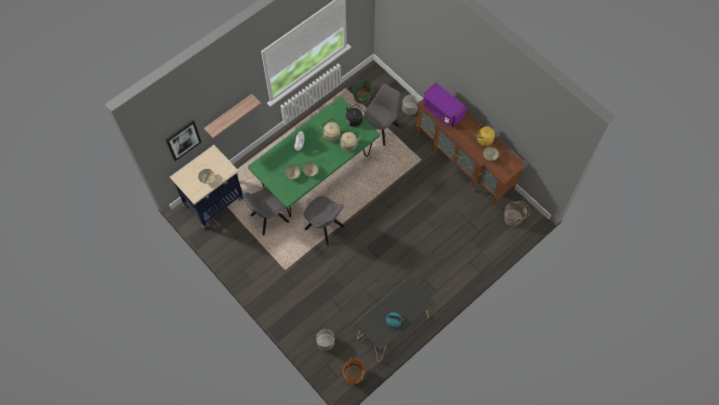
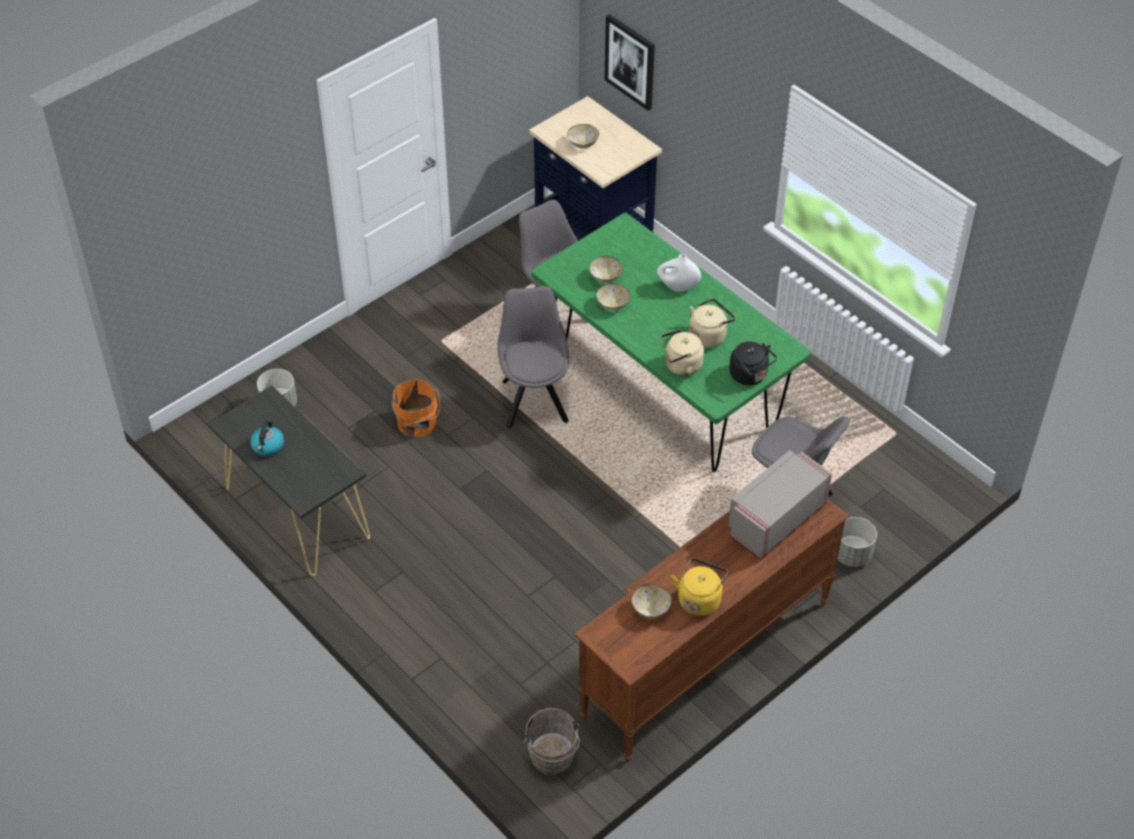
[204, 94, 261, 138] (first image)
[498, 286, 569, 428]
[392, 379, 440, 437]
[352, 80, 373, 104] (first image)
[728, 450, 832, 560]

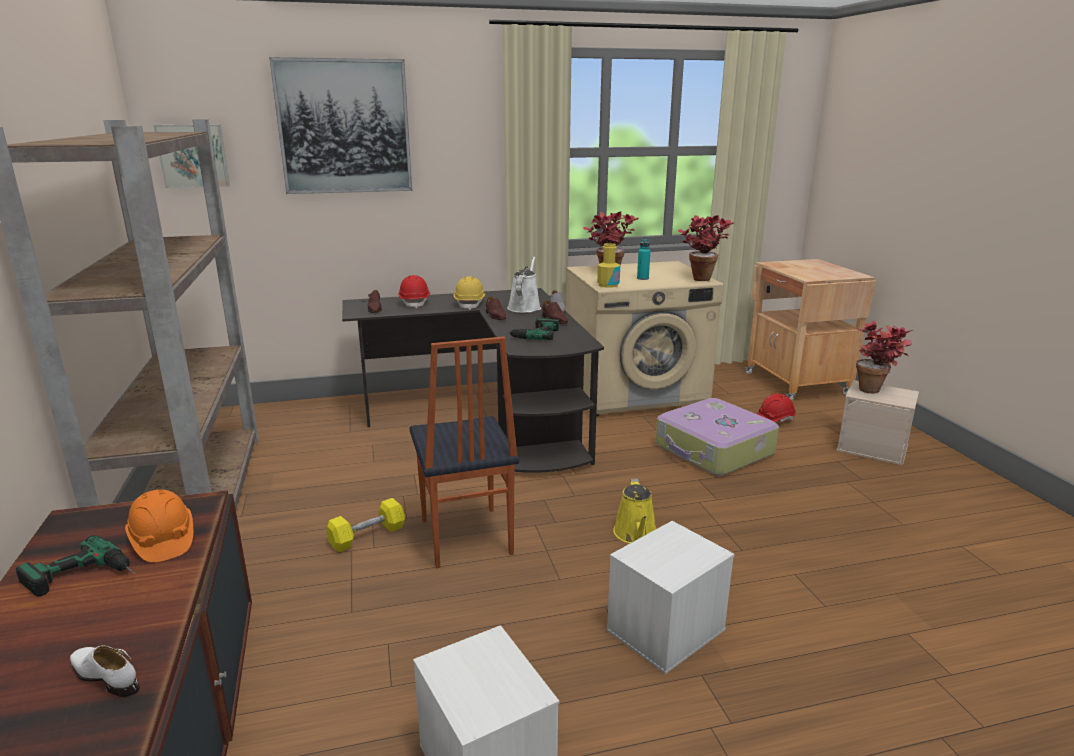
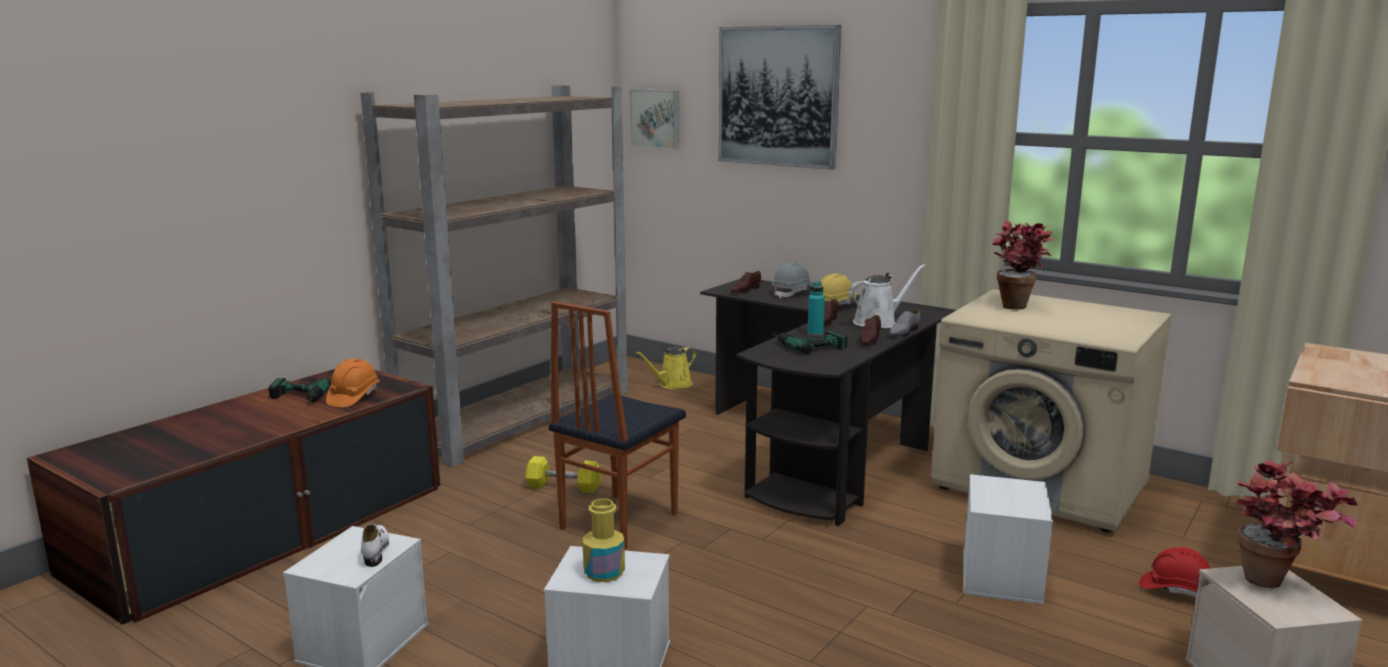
[361, 524, 389, 567]
[772, 262, 811, 298]
[582, 498, 625, 582]
[636, 347, 697, 389]
[808, 281, 825, 336]
[963, 474, 1053, 605]
[678, 215, 734, 281] (first image)

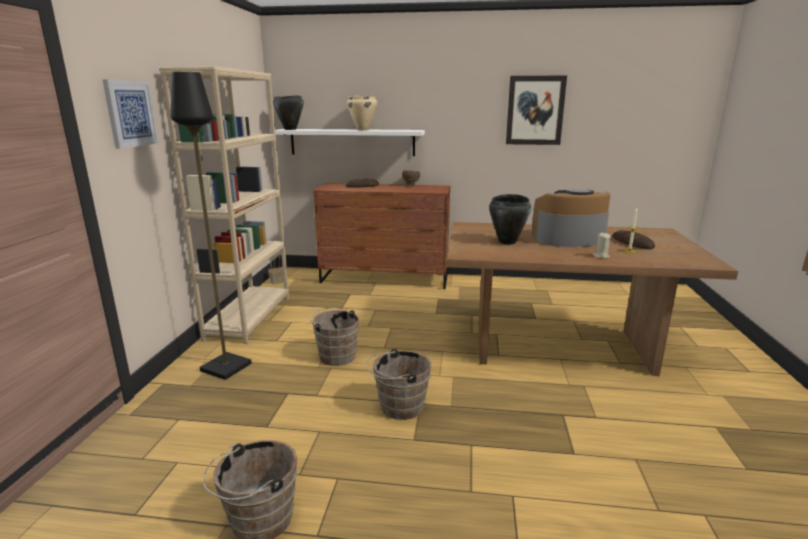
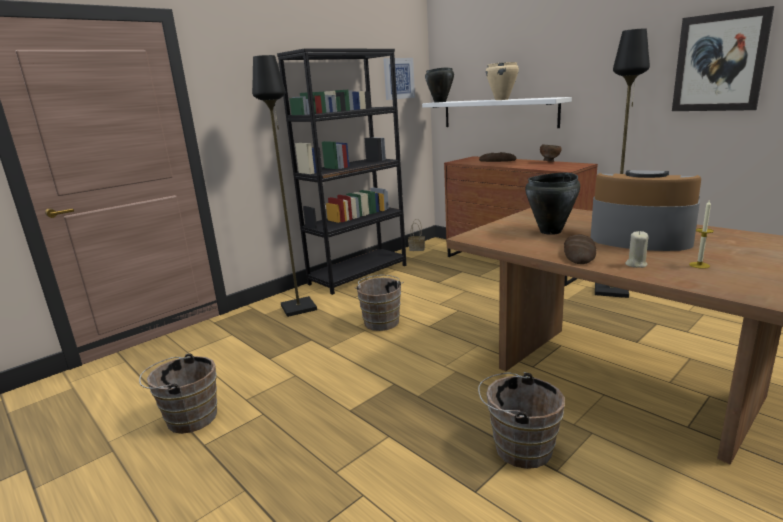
[383, 58, 415, 100]
[277, 48, 407, 295]
[478, 372, 565, 469]
[564, 234, 596, 264]
[595, 28, 650, 298]

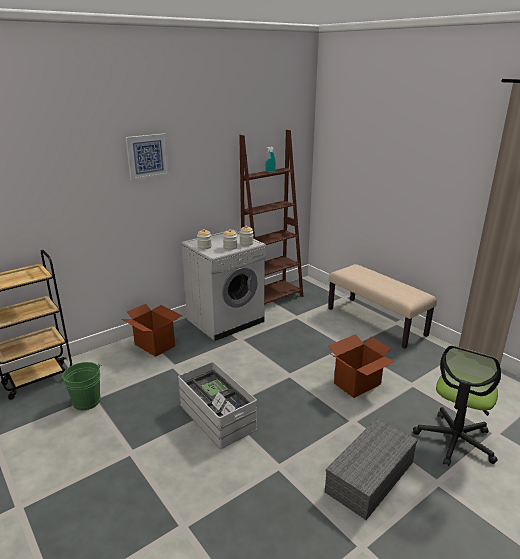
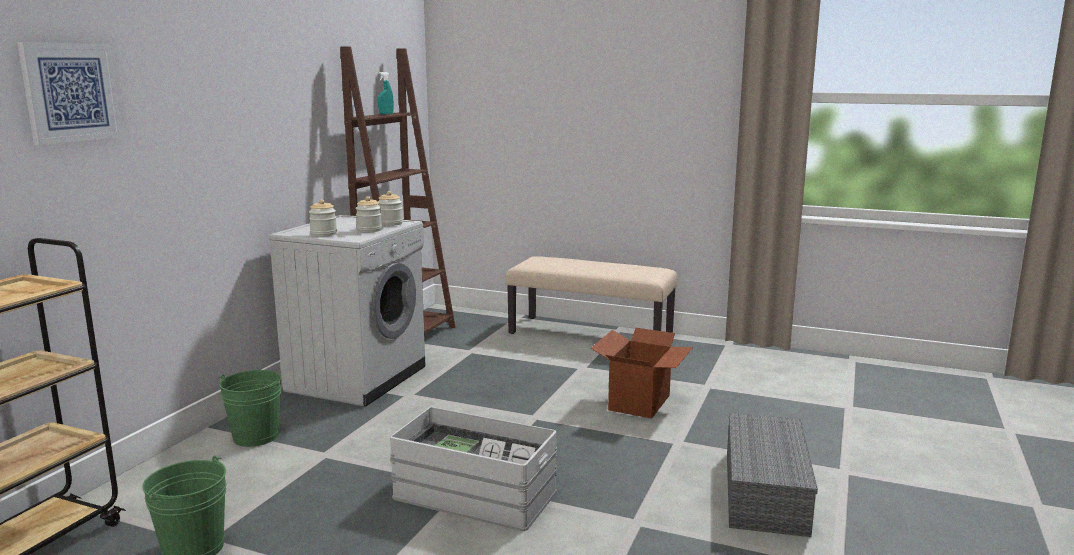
[218, 370, 282, 447]
[17, 42, 122, 145]
[413, 346, 501, 466] (first image)

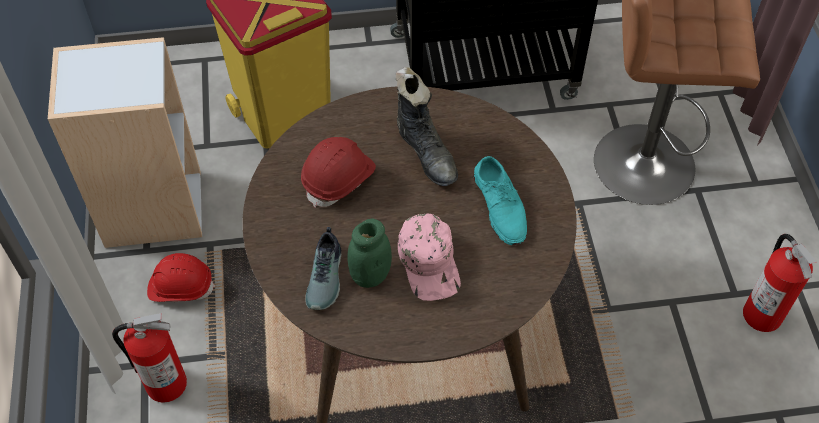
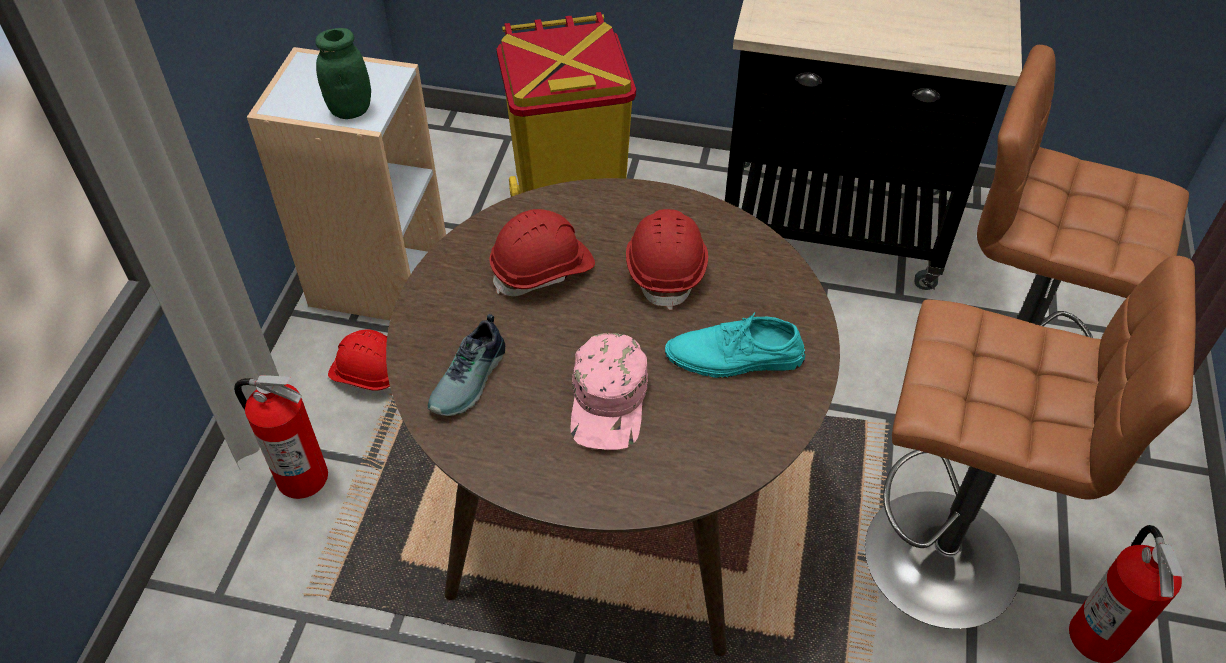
[315, 28, 371, 119]
[626, 209, 708, 310]
[665, 312, 805, 378]
[865, 256, 1196, 629]

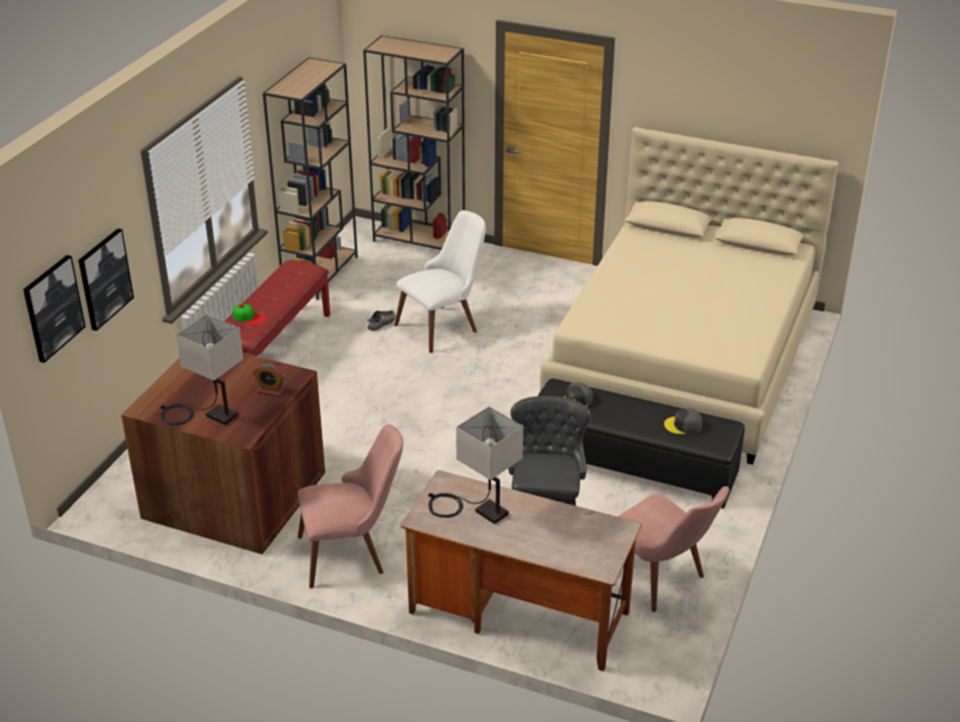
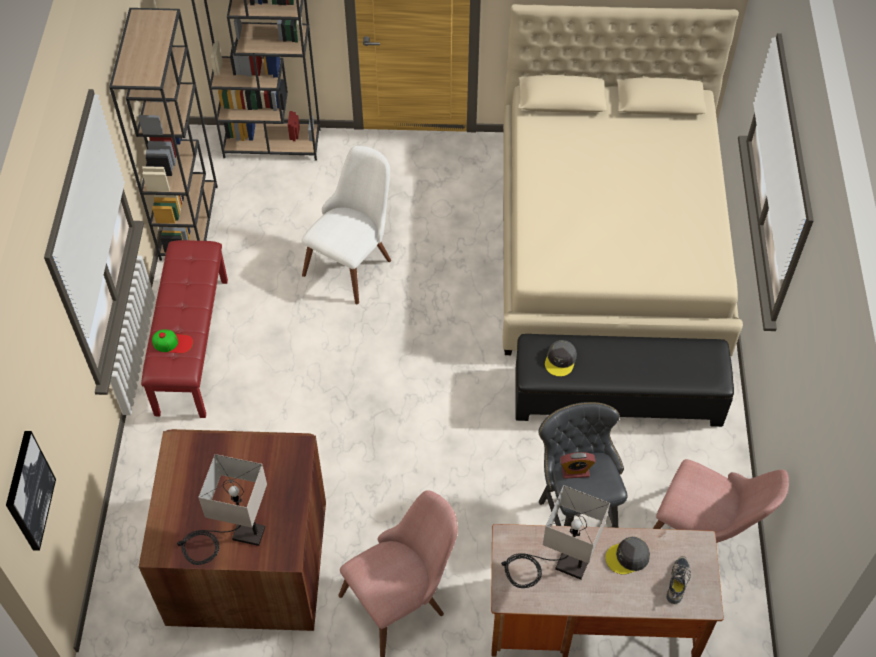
[78, 229, 134, 331] (first image)
[560, 452, 596, 479]
[667, 556, 691, 604]
[605, 537, 650, 575]

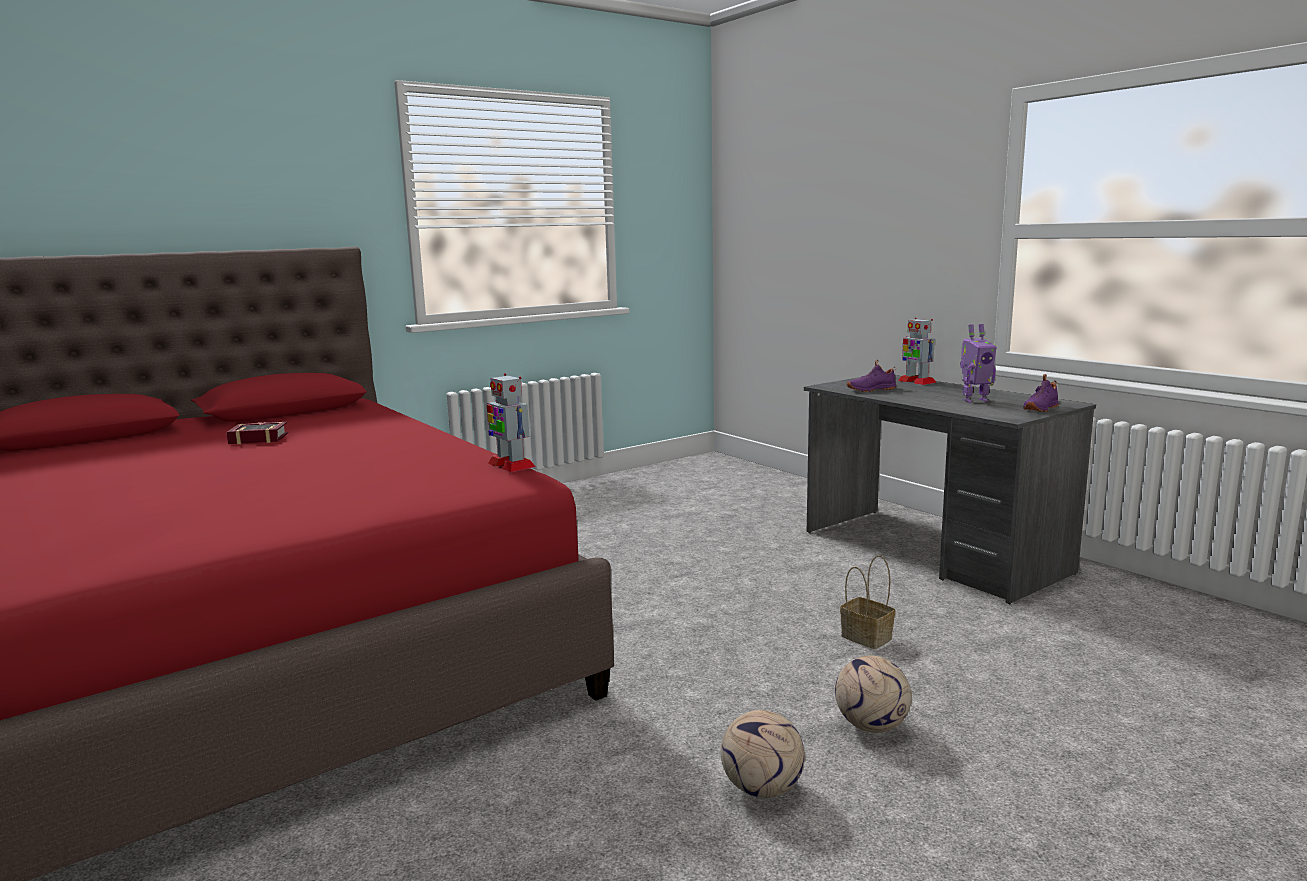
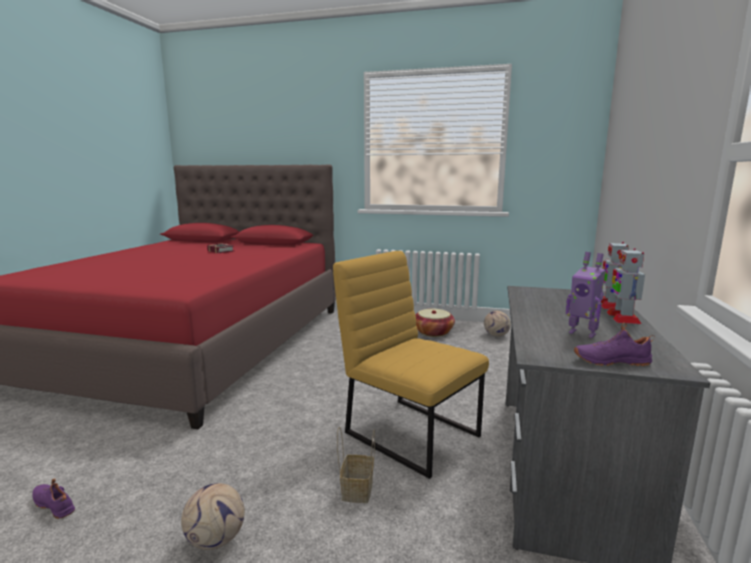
[607, 248, 645, 324]
[484, 311, 511, 337]
[32, 478, 75, 519]
[333, 251, 489, 479]
[416, 309, 455, 337]

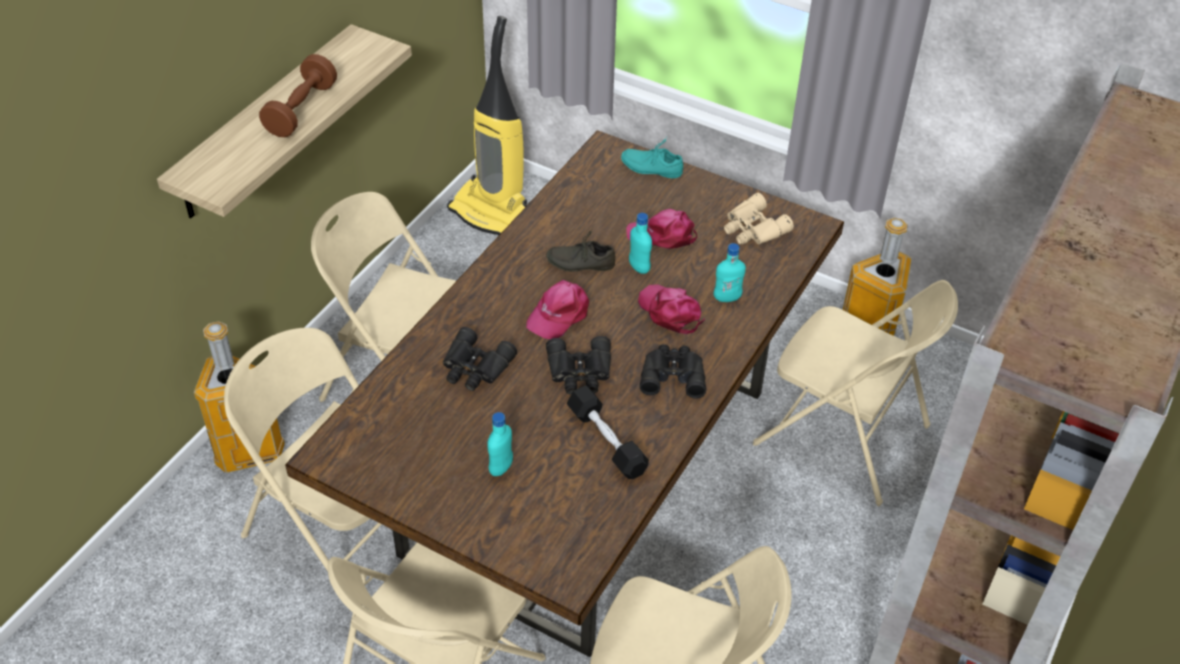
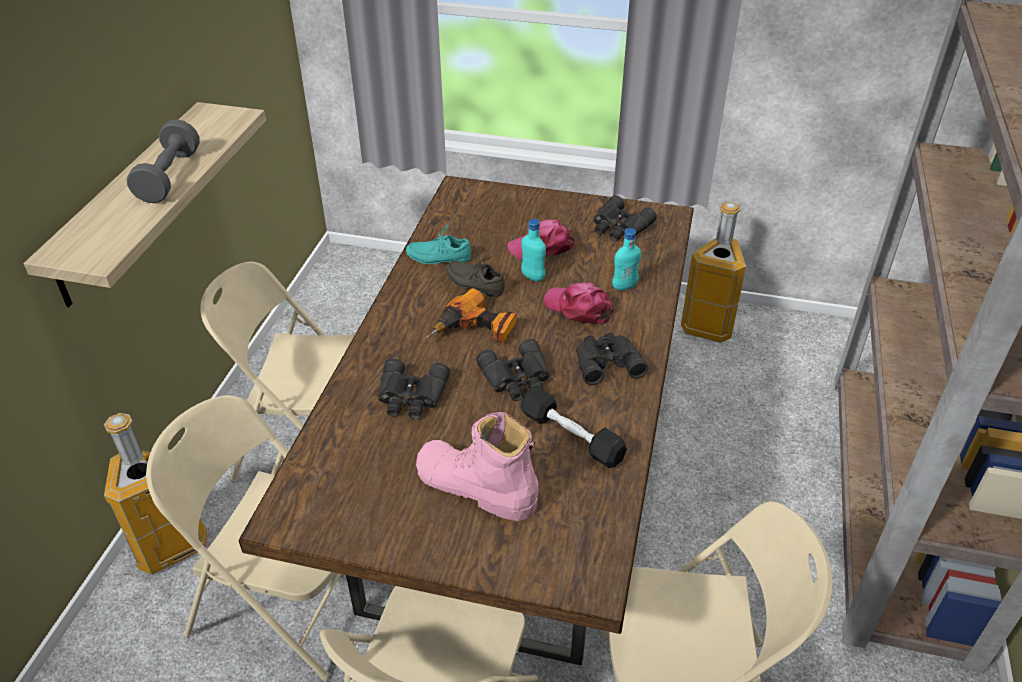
[127, 119, 200, 203]
[447, 16, 527, 235] (first image)
[416, 412, 539, 521]
[425, 288, 517, 343]
[446, 253, 505, 297]
[406, 222, 471, 264]
[593, 195, 657, 241]
[753, 280, 958, 506] (first image)

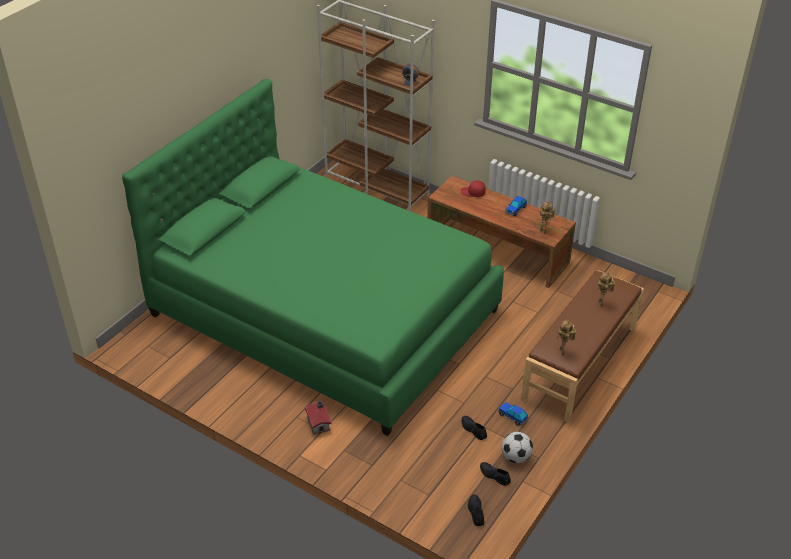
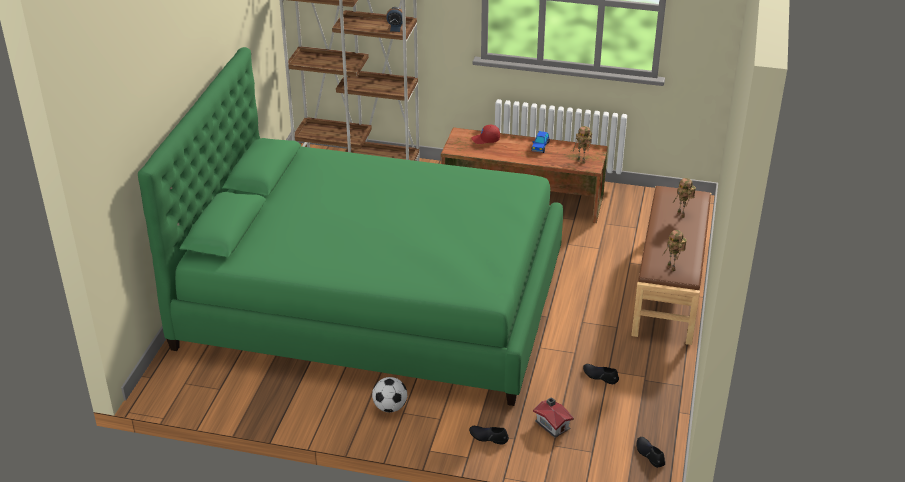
[533, 397, 574, 438]
[469, 426, 509, 444]
[498, 402, 528, 426] (first image)
[372, 377, 407, 412]

